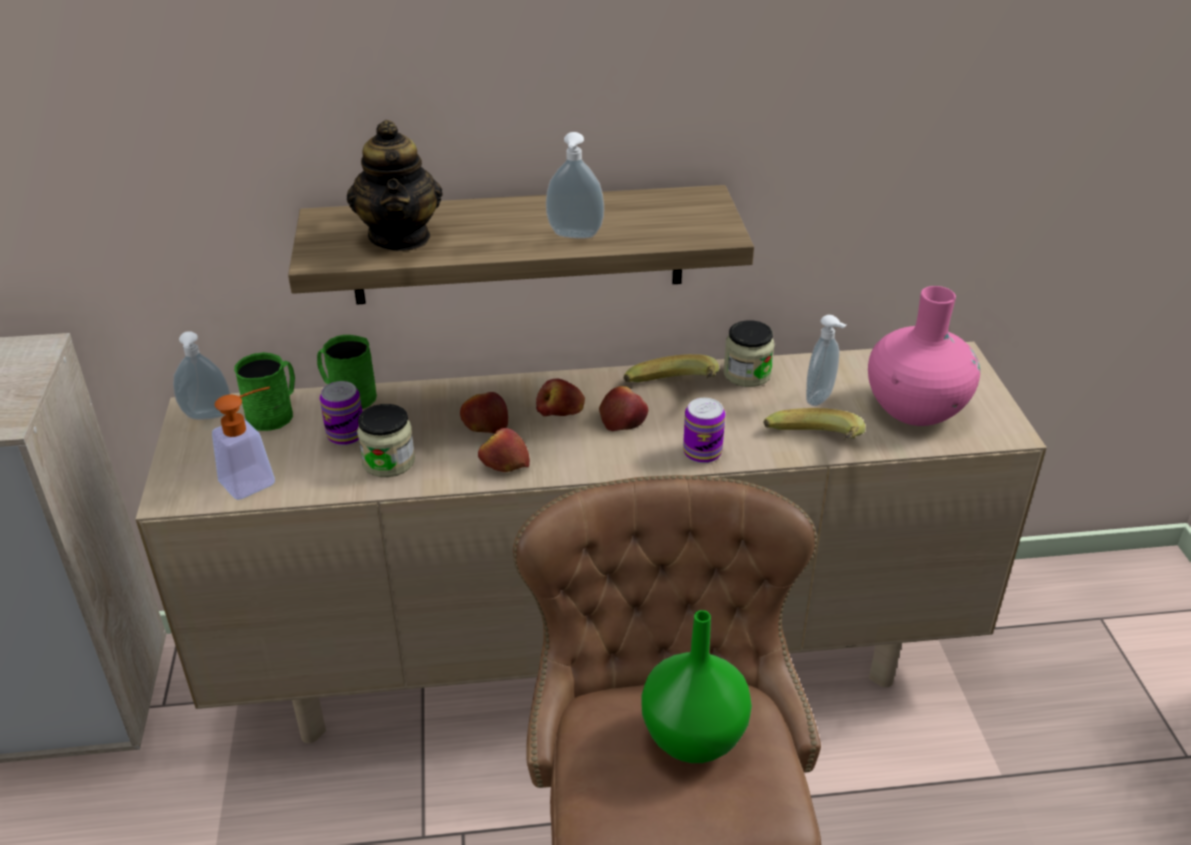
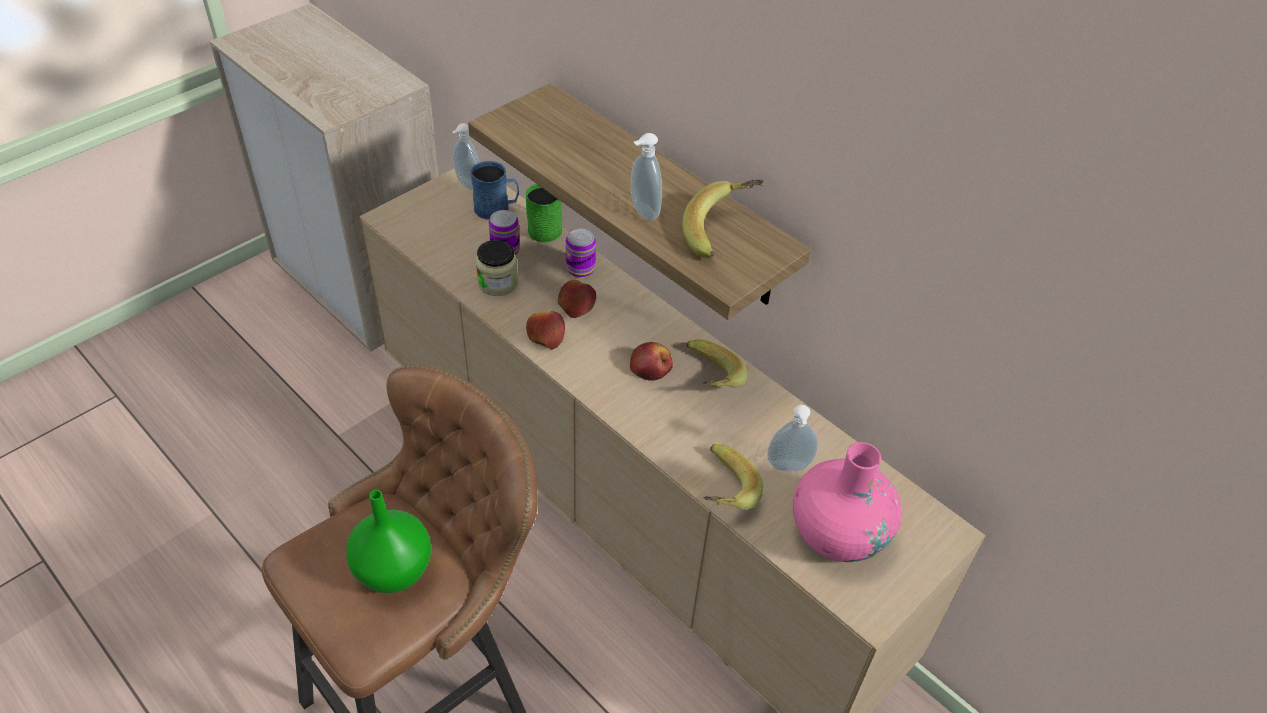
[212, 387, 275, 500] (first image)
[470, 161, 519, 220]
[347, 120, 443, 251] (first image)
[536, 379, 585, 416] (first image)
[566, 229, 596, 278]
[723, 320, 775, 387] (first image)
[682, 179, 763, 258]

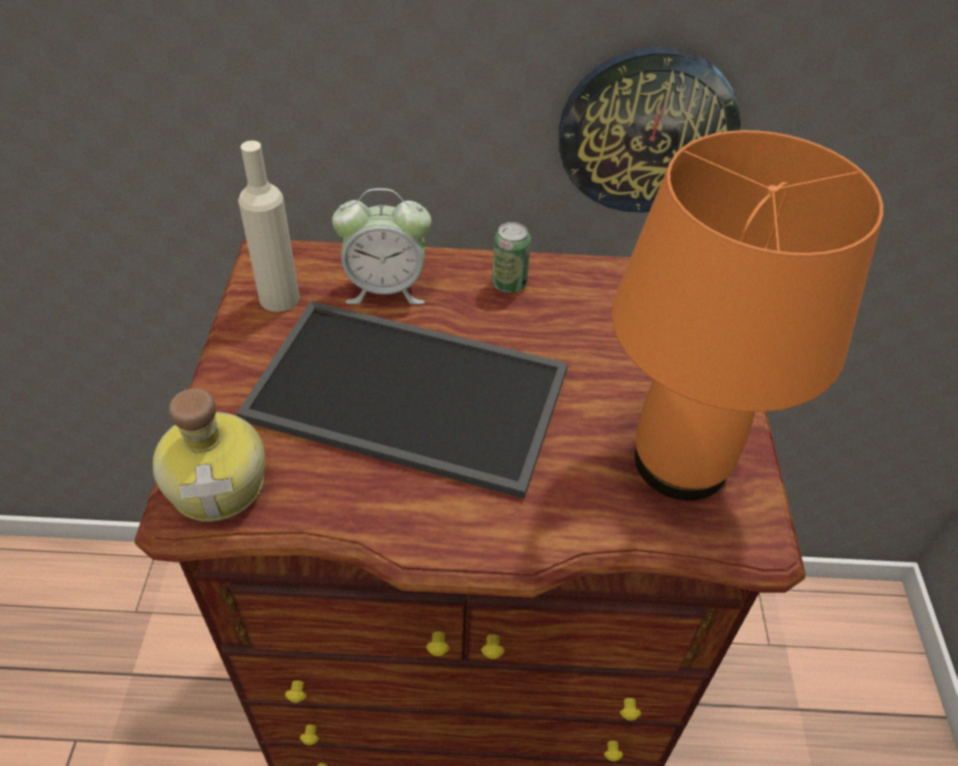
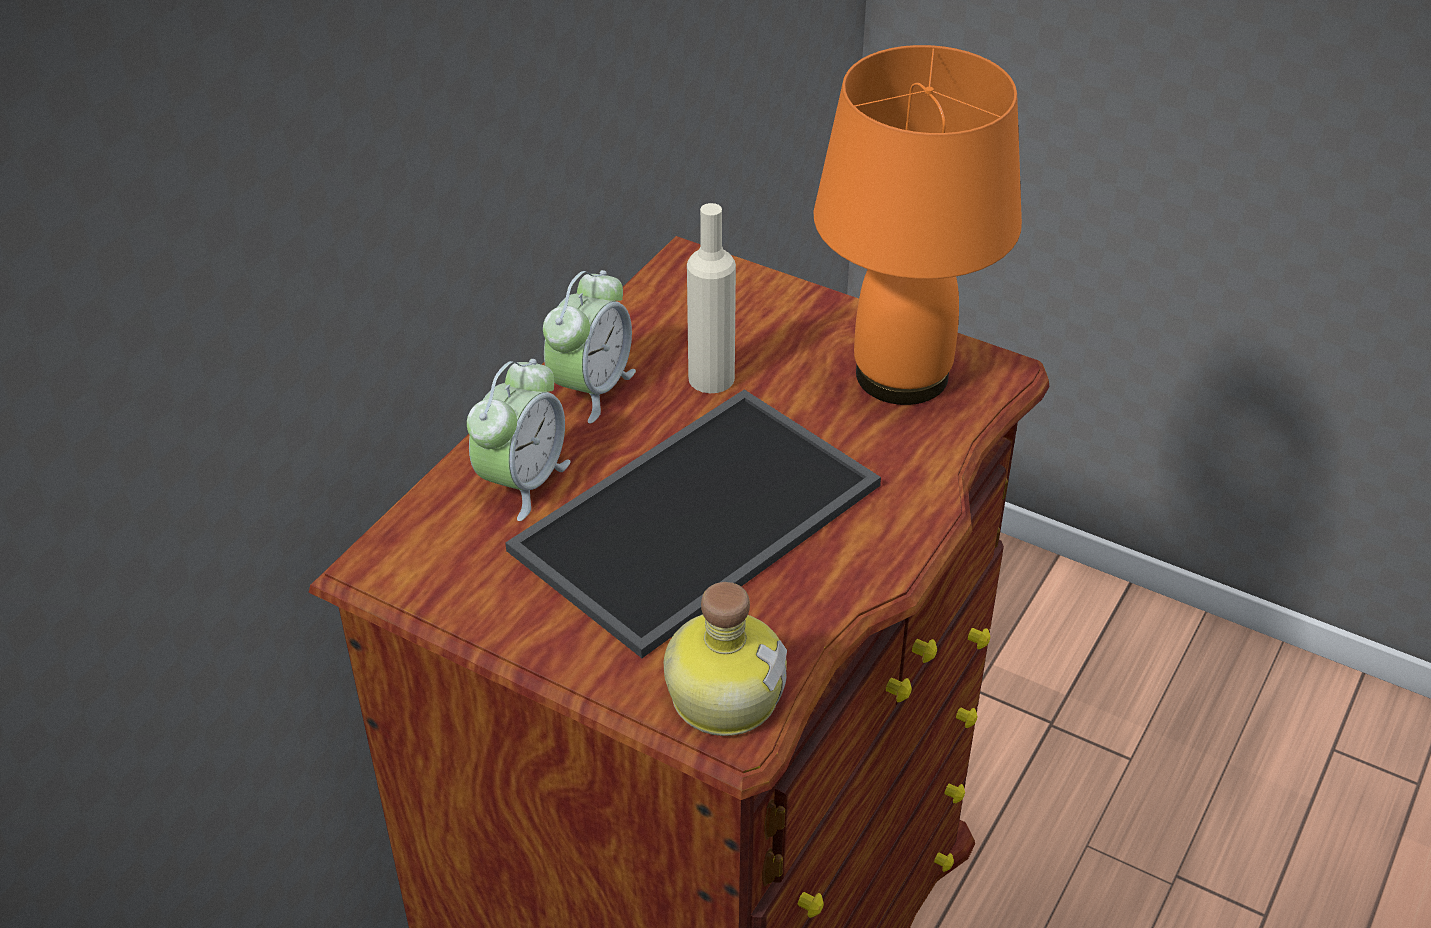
[687, 203, 736, 393]
[543, 270, 636, 423]
[559, 47, 741, 213] (first image)

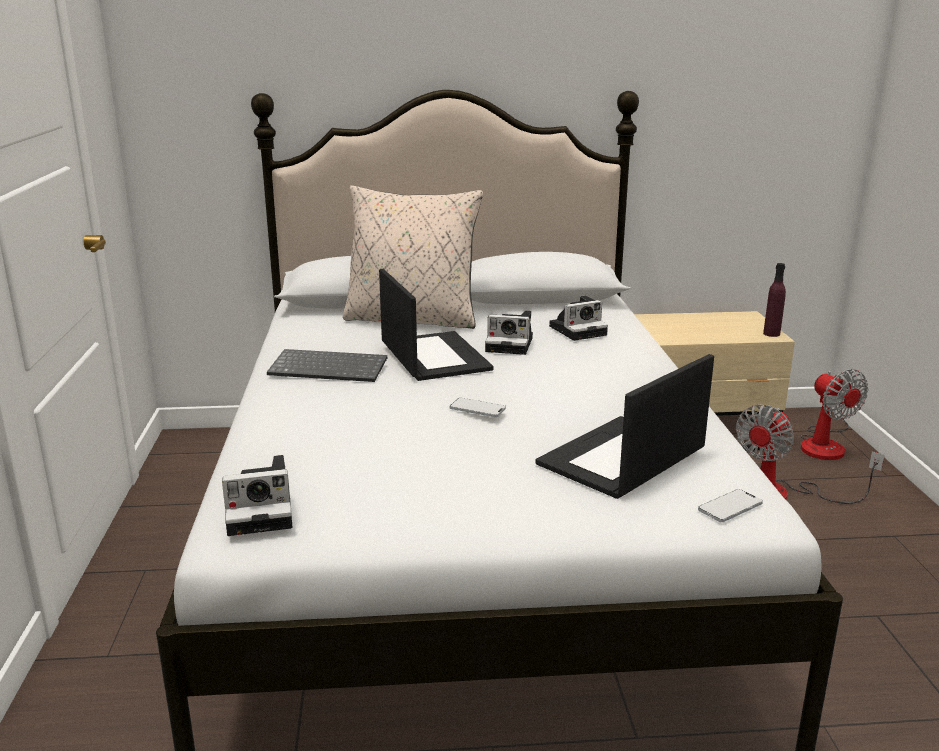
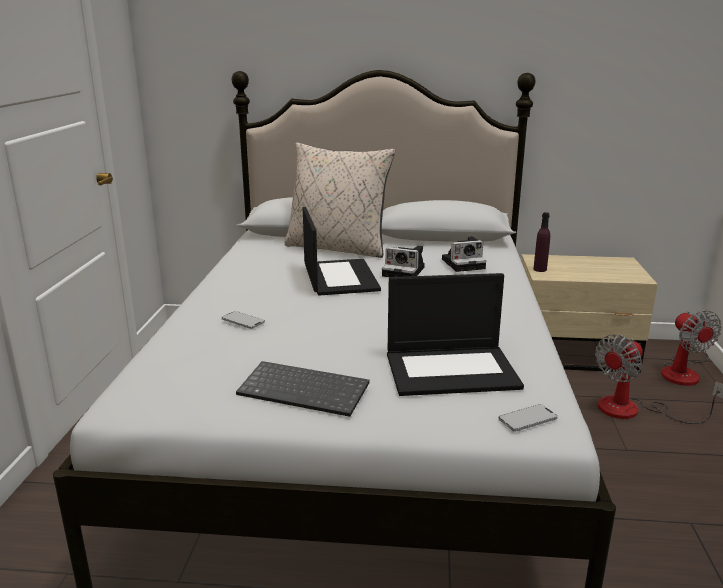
[222, 455, 292, 536] (first image)
[236, 361, 370, 417]
[222, 311, 265, 329]
[387, 273, 524, 396]
[533, 212, 550, 272]

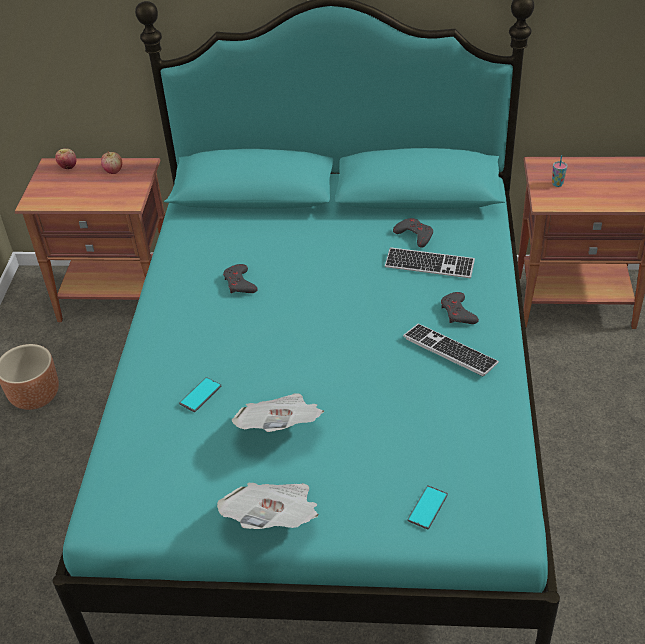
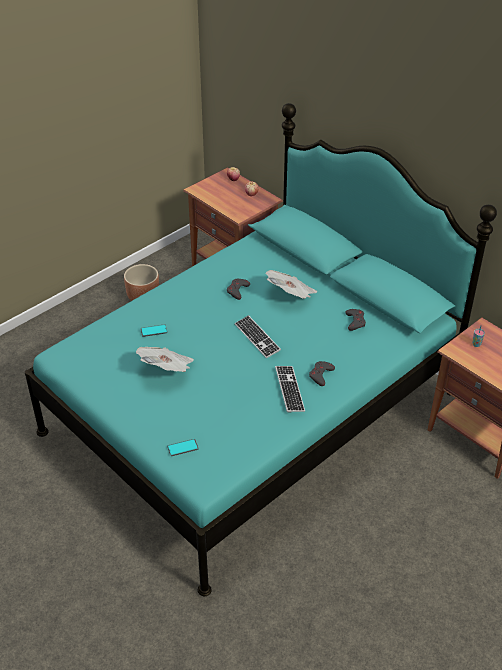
[266, 270, 317, 299]
[235, 315, 281, 358]

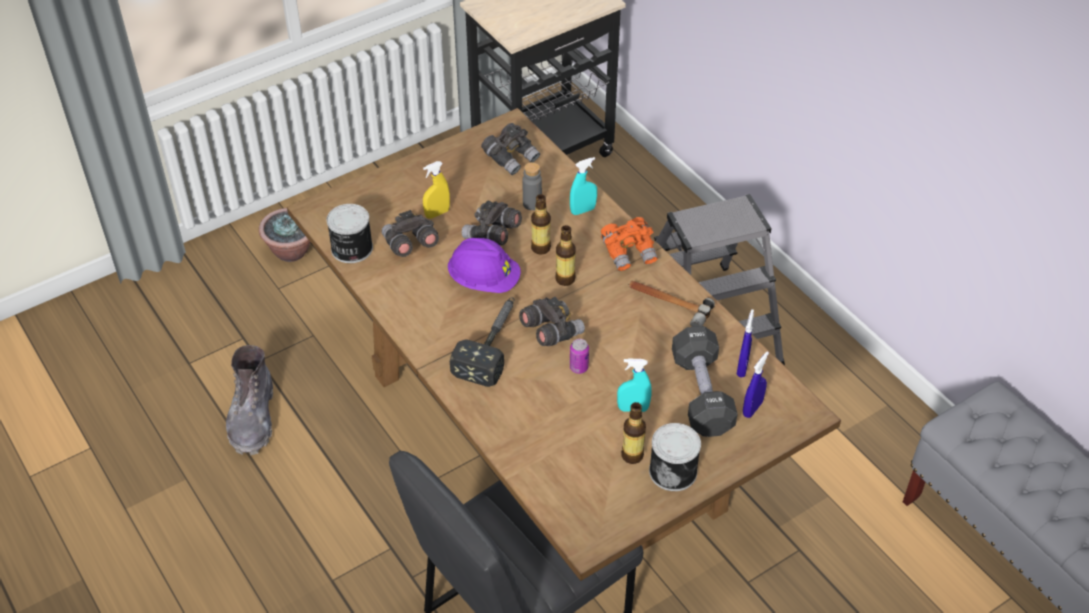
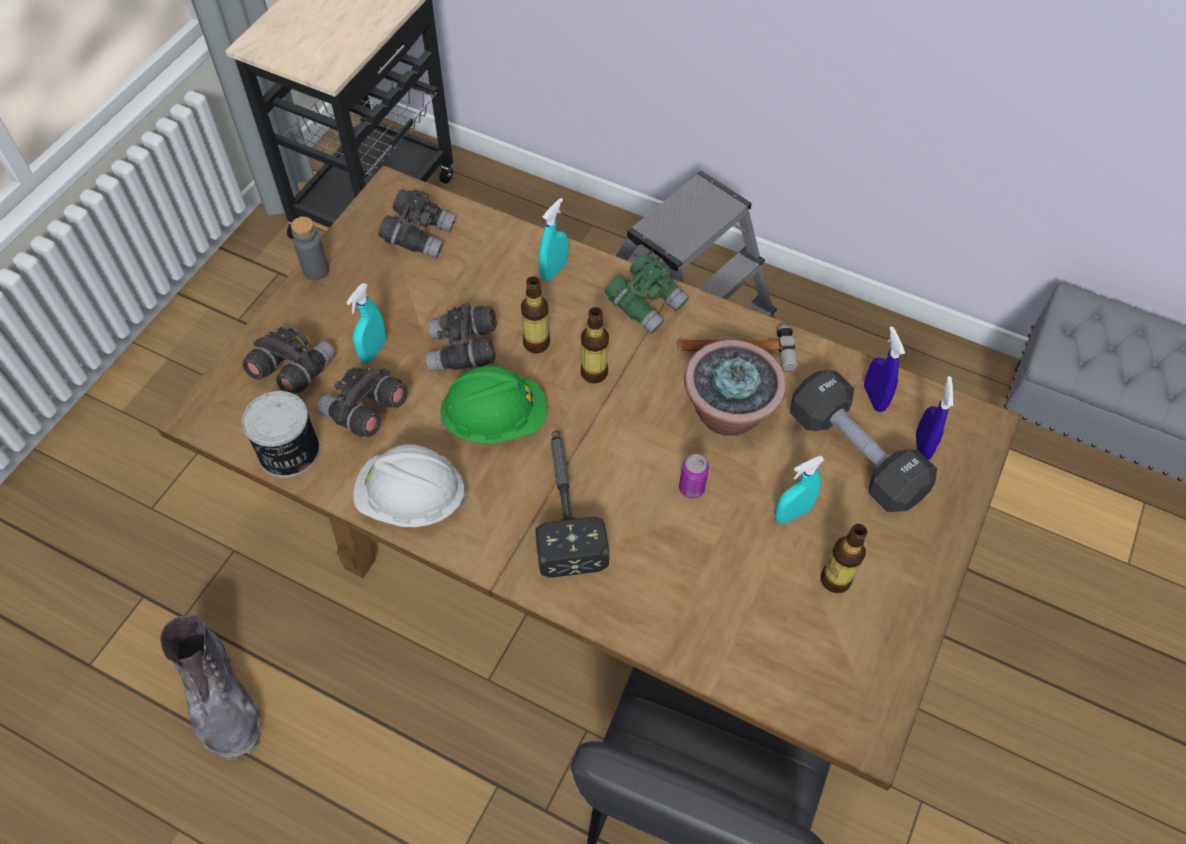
[684, 340, 786, 436]
[346, 283, 386, 363]
[440, 365, 547, 443]
[242, 327, 335, 394]
[291, 217, 329, 280]
[605, 253, 689, 334]
[649, 423, 701, 491] (first image)
[353, 444, 467, 527]

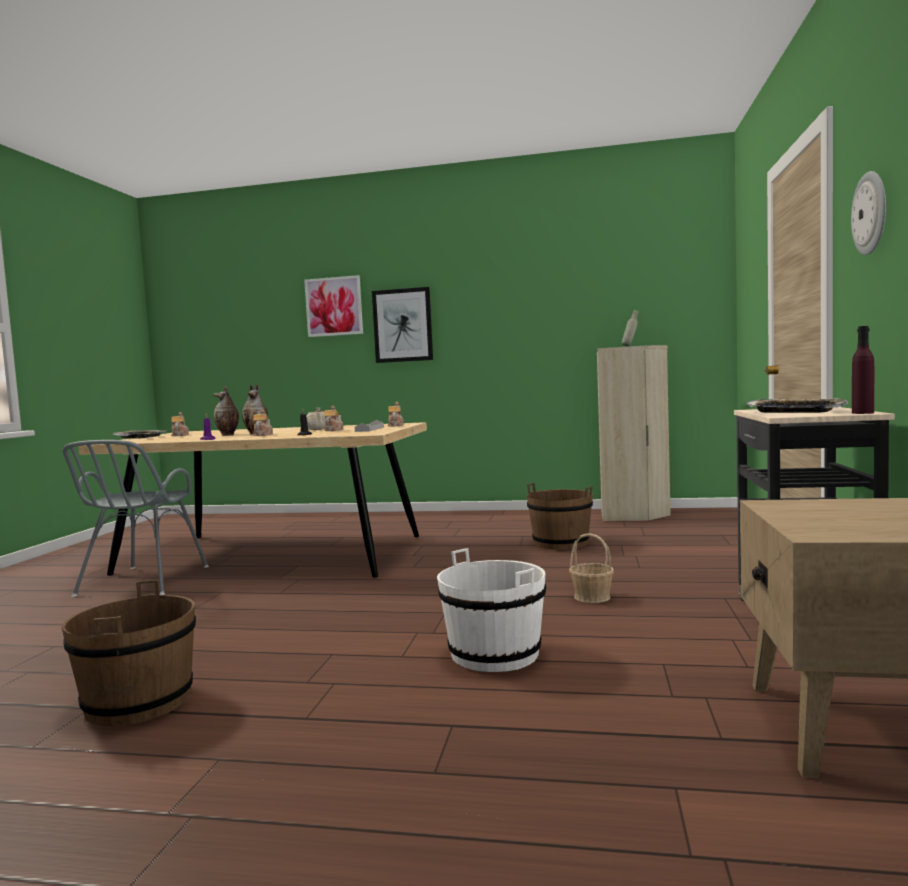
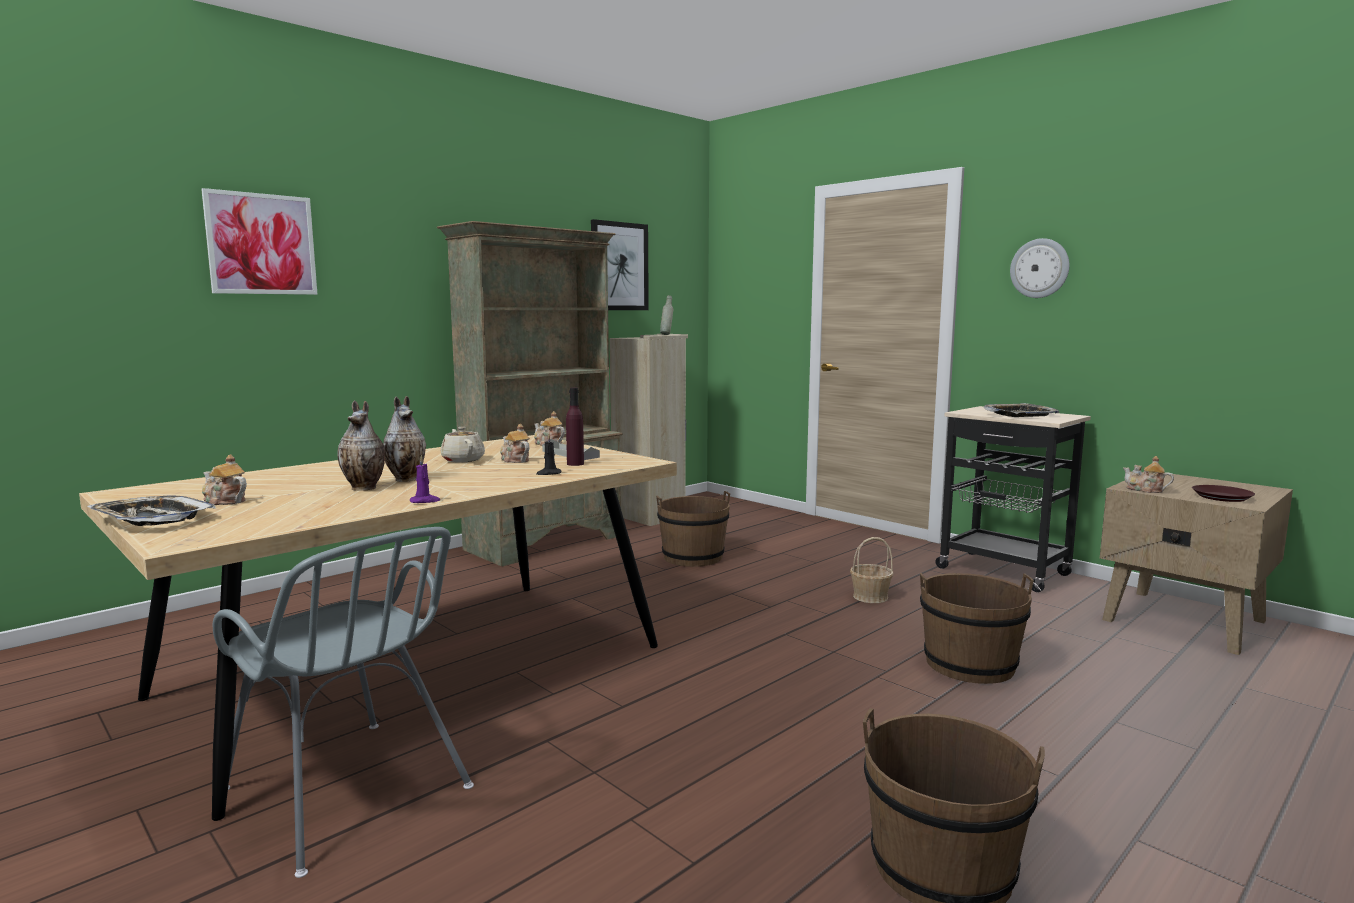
[1123, 456, 1174, 493]
[591, 219, 649, 310]
[920, 573, 1034, 684]
[566, 388, 584, 466]
[437, 221, 623, 567]
[1192, 485, 1255, 502]

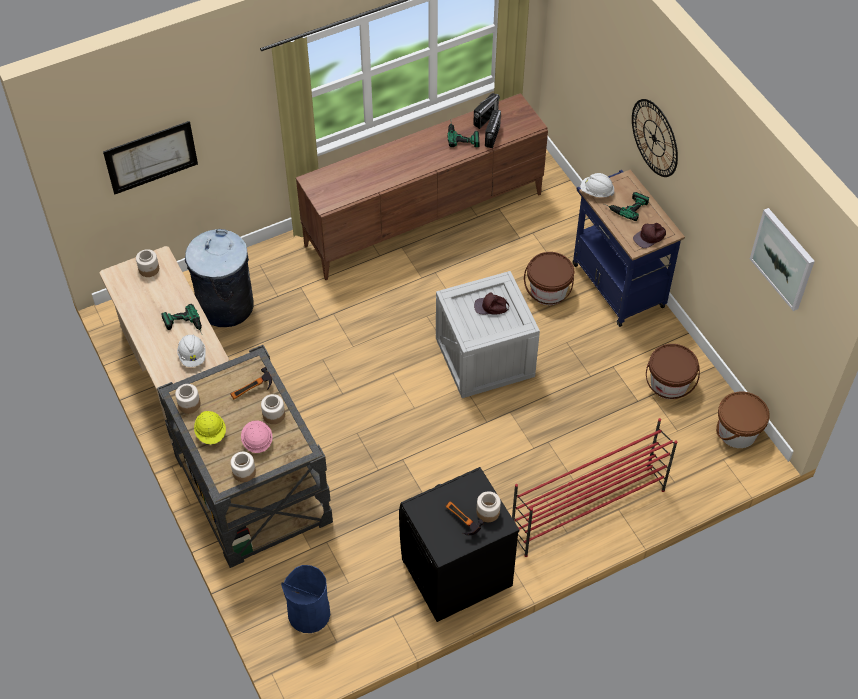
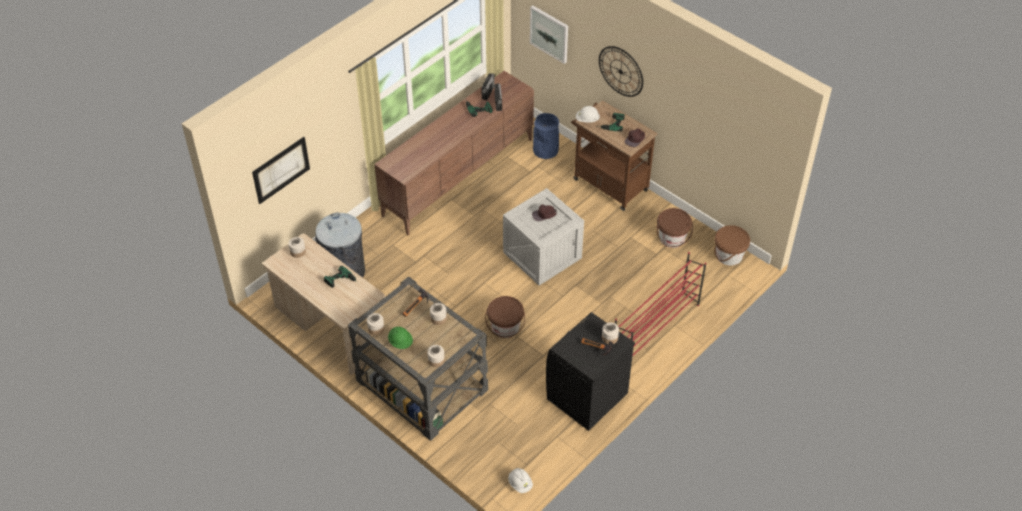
[508, 468, 533, 493]
[388, 327, 413, 349]
[241, 420, 273, 453] (first image)
[533, 113, 559, 159]
[485, 296, 525, 338]
[571, 100, 658, 211]
[530, 5, 568, 64]

